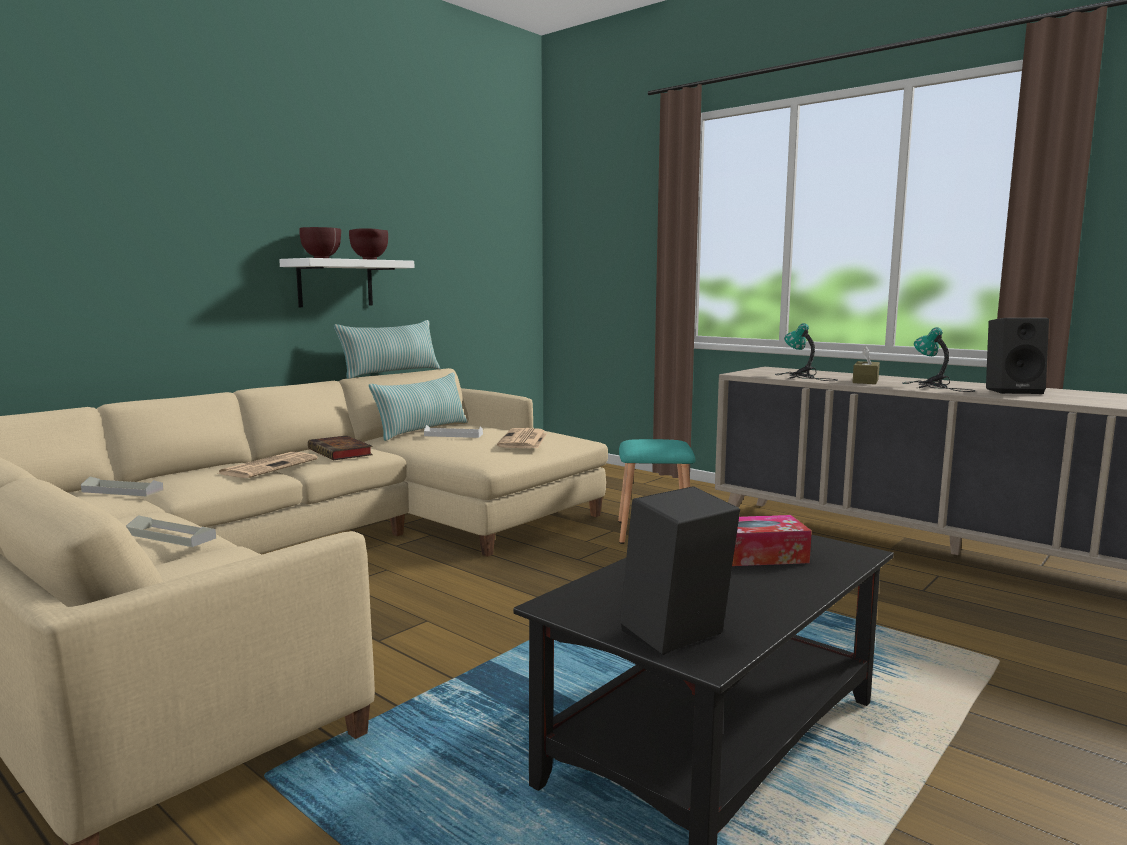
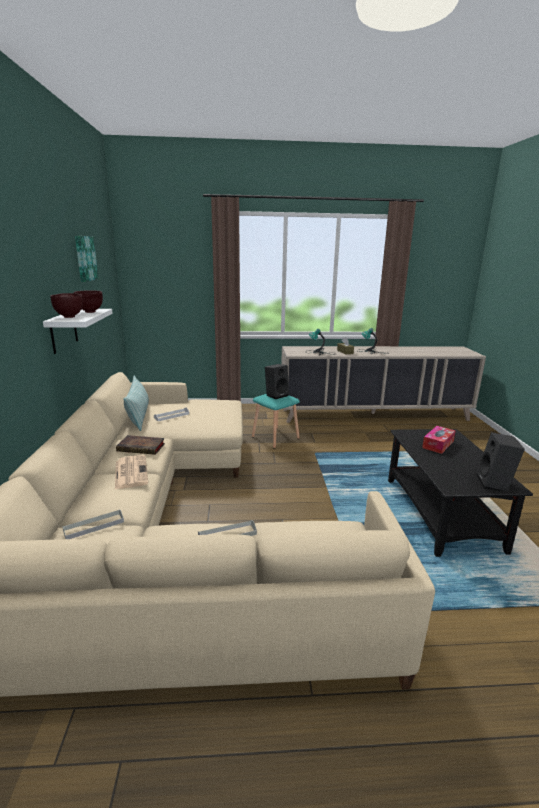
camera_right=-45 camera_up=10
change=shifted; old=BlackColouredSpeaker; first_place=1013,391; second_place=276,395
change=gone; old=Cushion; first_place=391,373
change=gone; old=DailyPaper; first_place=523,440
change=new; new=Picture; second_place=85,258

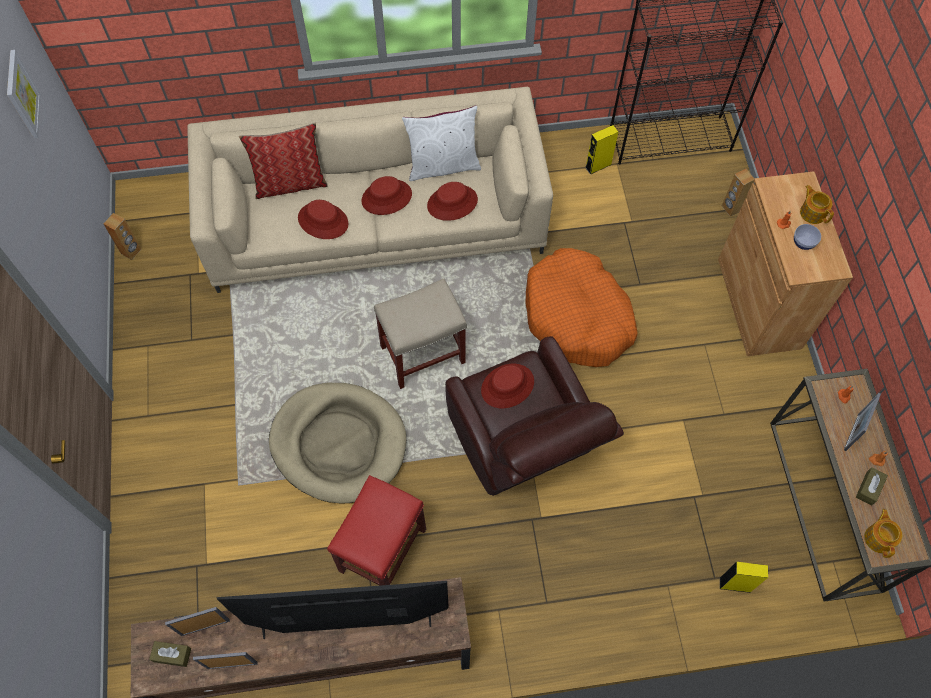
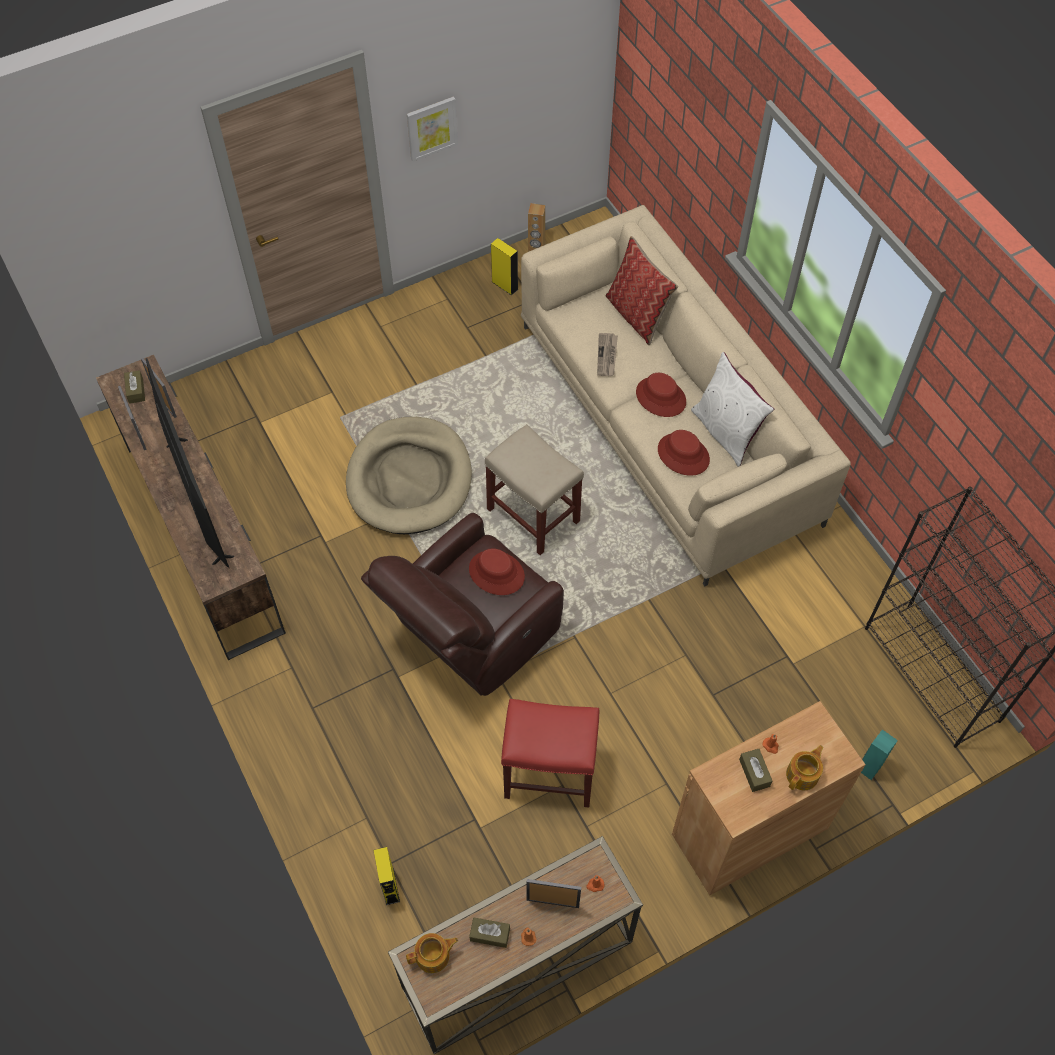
camera_right=70 camera_up=-5
change=shifted; old=Picture; first_place=22,95; second_place=431,128
change=shifted; old=YellowSpeaker; first_place=598,166; second_place=504,285
change=repainted; old=BrownColouredSpeaker; new=TurquoiseSpeaker; first_place=731,208; second_place=868,767
change=swapped; old=ReddishWearableHat; new=DailyPaper; first_place=323,221; second_place=607,356
change=swapped; old=DeepDish; new=BrownColouredTissueBox; first_place=803,243; second_place=754,773
change=gone; old=OrangeyDogCushion; first_place=577,317
change=shifted; old=ReddishStoolSeat; first_place=382,551; second_place=548,773

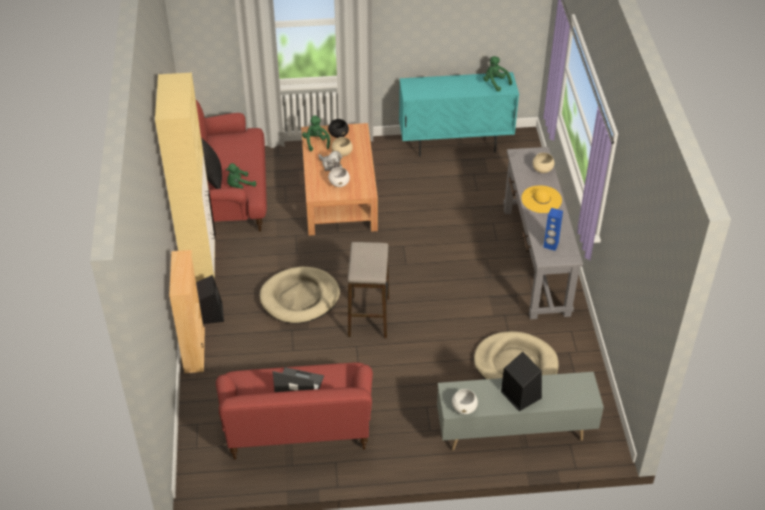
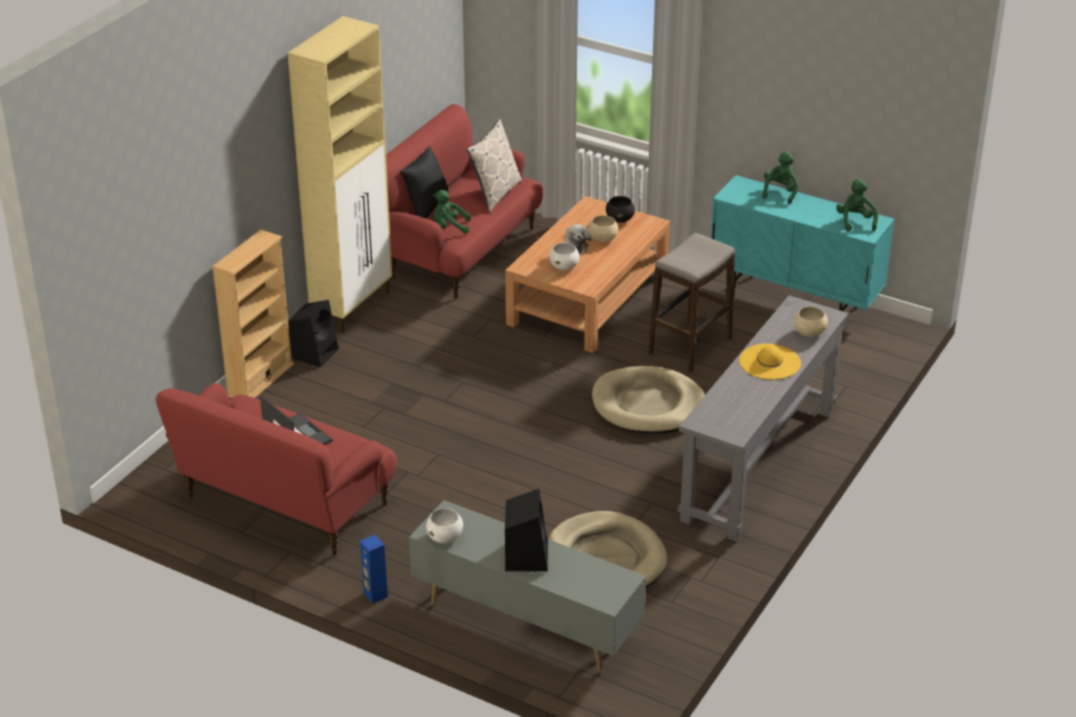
camera_right=35 camera_up=-10
change=shifted; old=GreenColouredCuddlyToy; first_place=316,142; second_place=780,192
change=shifted; old=BluishSpeaker; first_place=550,245; second_place=375,595
change=shifted; old=StoolSeat; first_place=368,317; second_place=689,346
change=shifted; old=BeigeDogCushion; first_place=300,298; second_place=648,405
change=new; new=Cushion; second_place=495,194

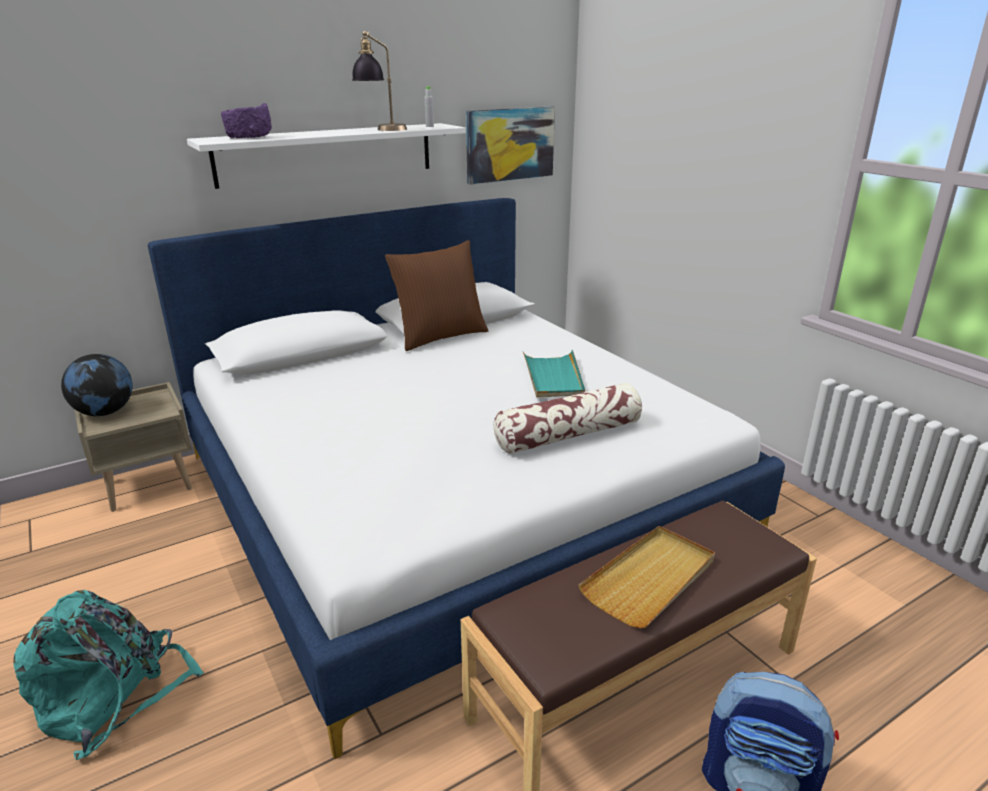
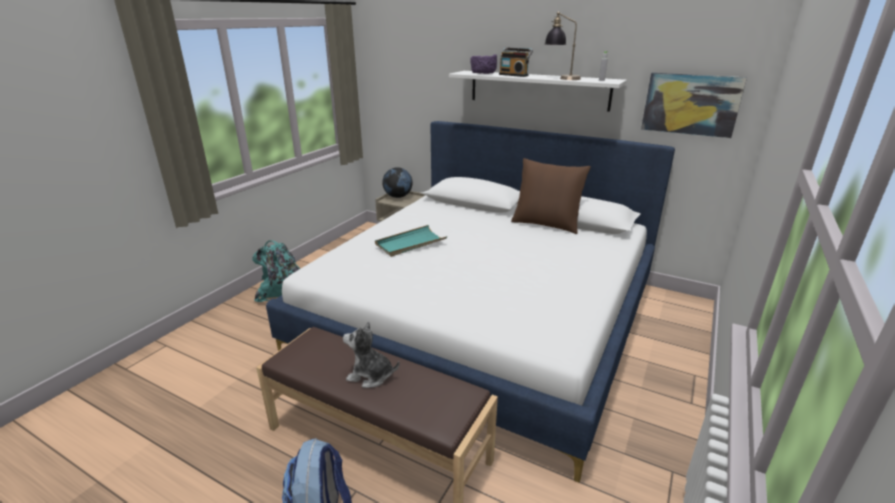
camera_right=60 camera_up=0
change=shifted; old=TurquoiseServingTray; first_place=553,377; second_place=410,243
change=gone; old=Cushion; first_place=568,435
change=swapped; old=BeigeServingTray; new=CuddlyToy; first_place=650,579; second_place=370,375
change=new; new=RadioReceiver; second_place=514,75

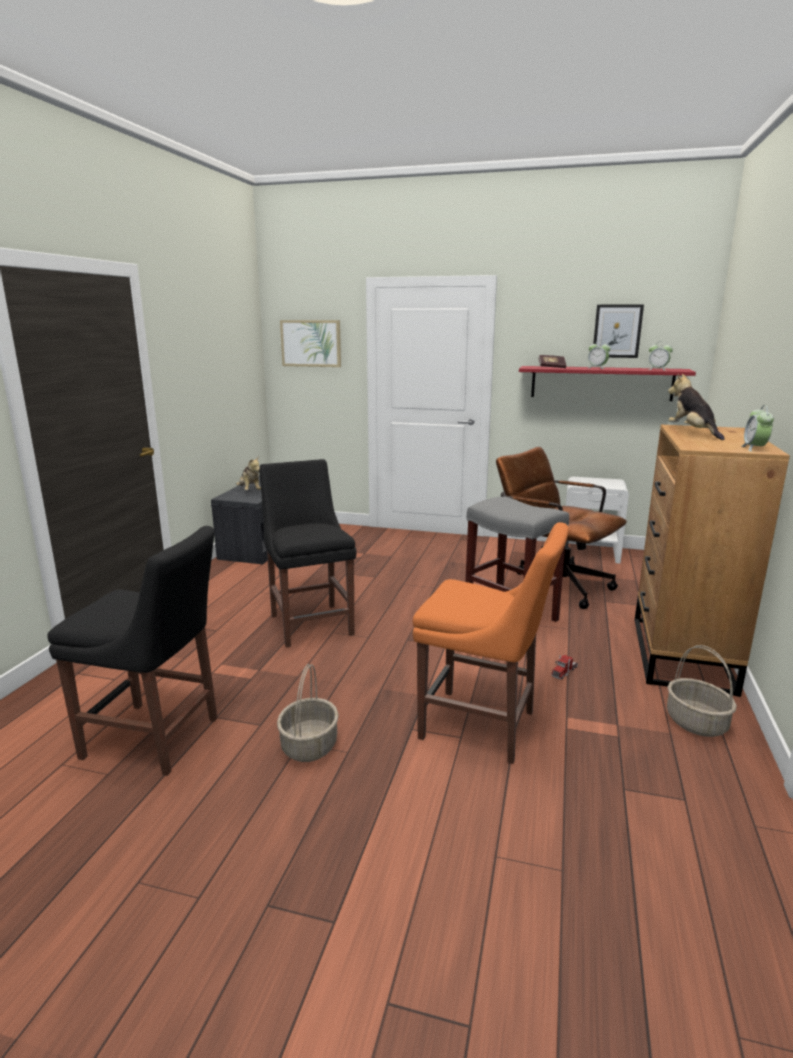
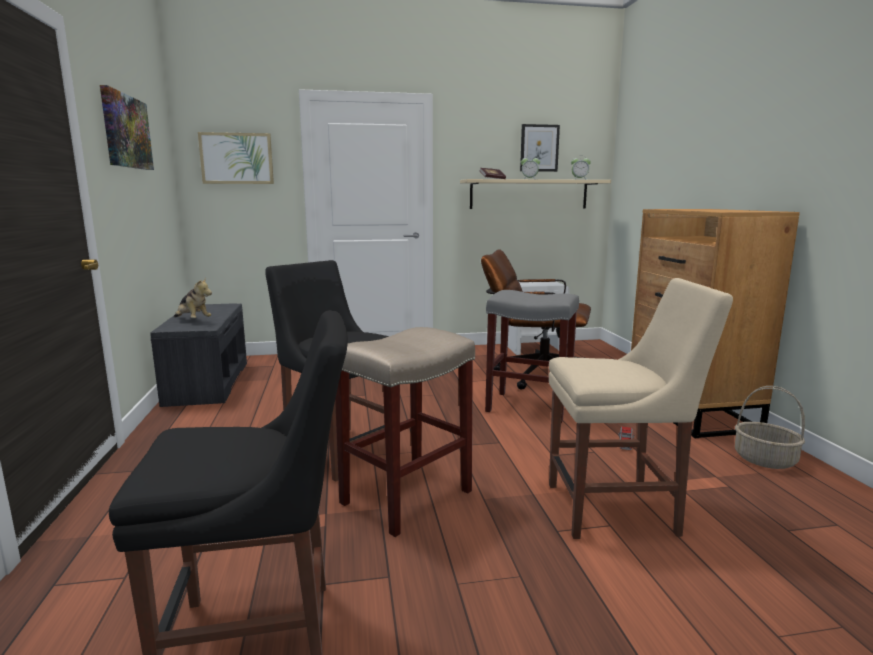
camera_right=-25 camera_up=-5
change=repainted; old=ReddishShelf; new=BeigeShelf; first_place=601,383; second_place=529,194
change=gone; old=CuddlyToy; first_place=692,433
change=gone; old=BedsideClock; first_place=754,449
change=repainted; old=OrangeyUprightChair; new=BeigeUprightChair; first_place=483,726; second_place=618,509
change=gone; old=StorageBasket; first_place=309,745
change=new; new=Picture; second_place=126,131
change=new; new=BeigeStoolSeat; second_place=407,496

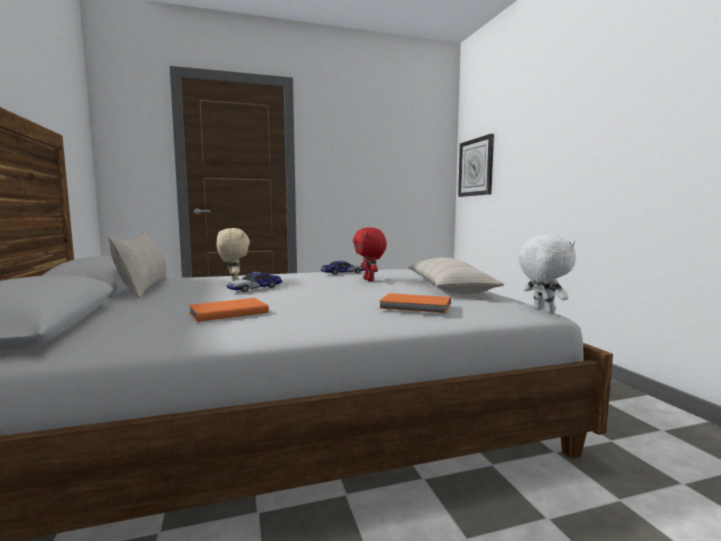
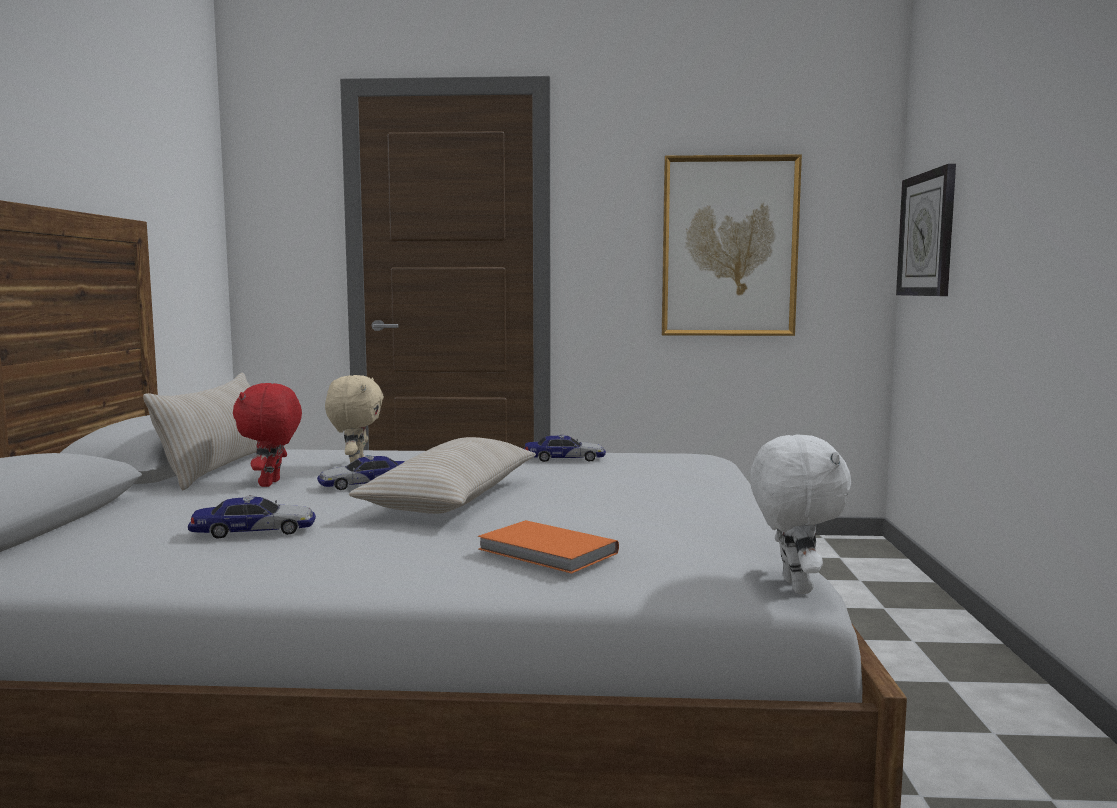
camera_right=20 camera_up=0
change=shifted; old=ReddishCuddlyToy; first_place=369,280; second_place=271,484
change=shifted; old=BeigeCushion; first_place=448,289; second_place=453,498
change=swapped; old=OrangeyVolume; new=ModelCar; first_place=227,312; second_place=254,531
change=new; new=Picture; second_place=729,247

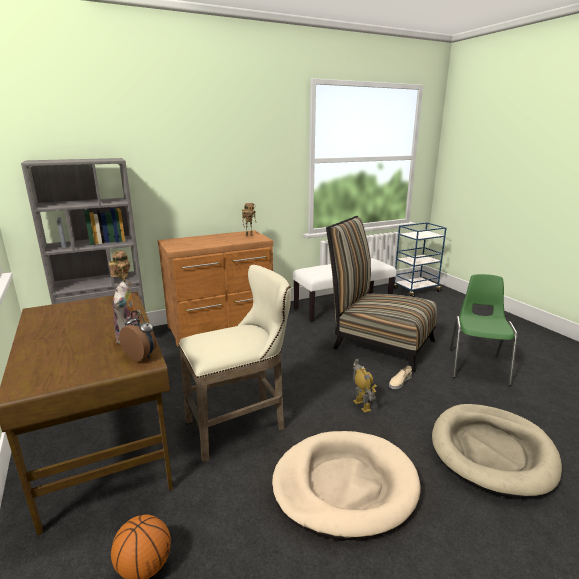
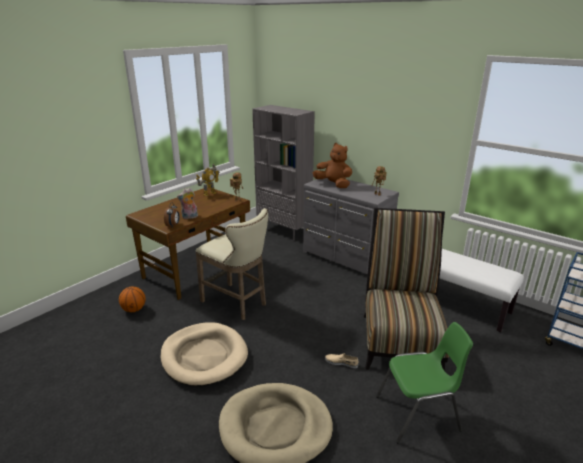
camera_right=65 camera_up=5
change=repainted; old=BrownColouredChestOfDrawers; new=GreyishChestOfDrawers; first_place=222,327; second_place=345,258
change=shifted; old=ToyRobot; first_place=362,405; second_place=209,194
change=new; new=BrownColouredCuddlyToy; second_place=333,184

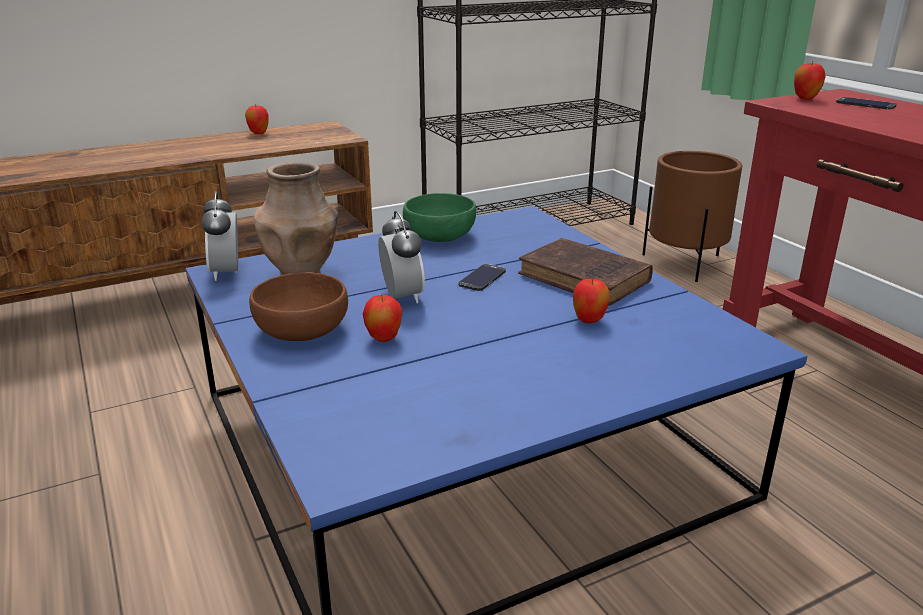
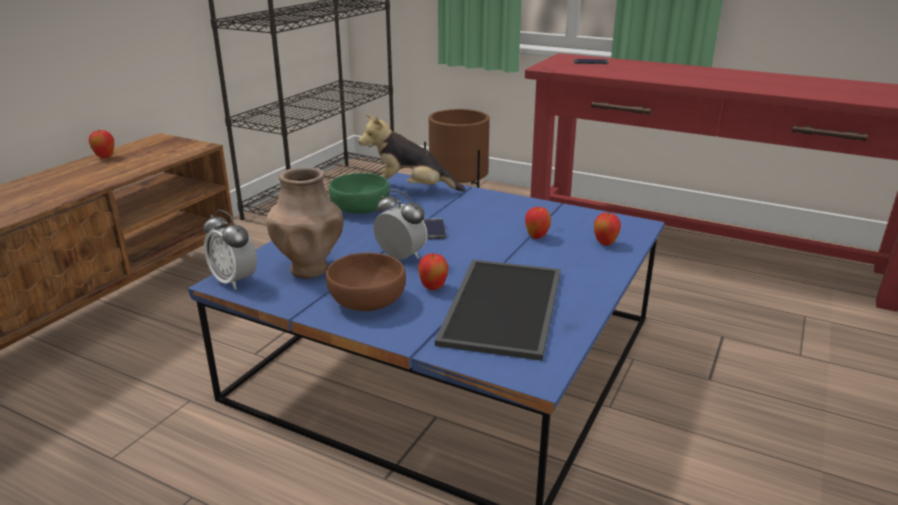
camera_right=-35 camera_up=0
change=shifted; old=Apple; first_place=805,99; second_place=605,243
change=gone; old=BrownColouredVolume; first_place=587,278
change=new; new=CuddlyToy; second_place=410,190
change=new; new=ServingTray; second_place=505,308

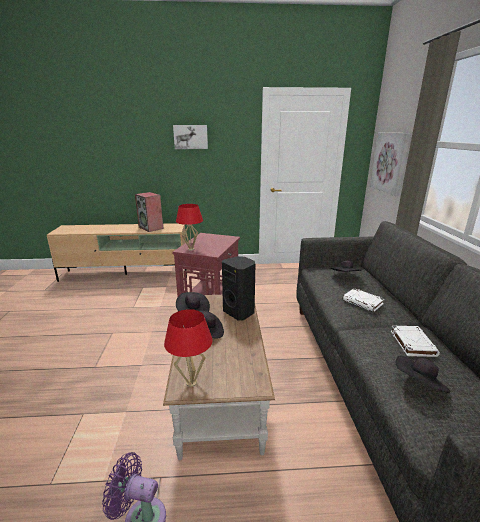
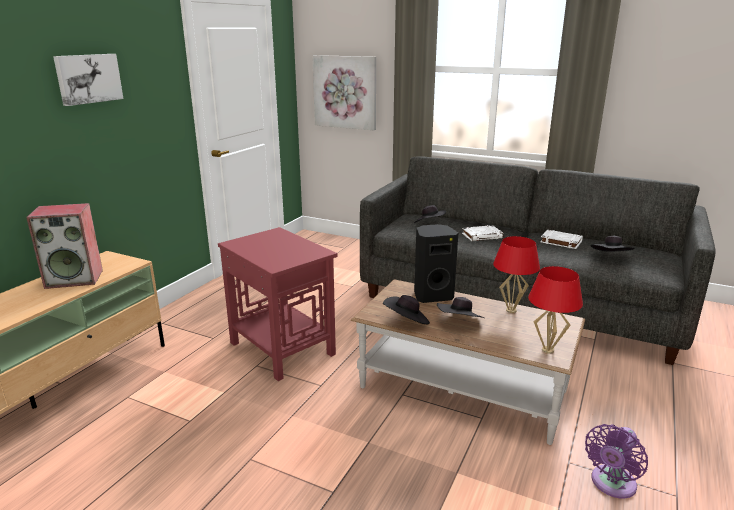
camera_right=-60 camera_up=0
change=shifted; old=ReddishLampForATable; first_place=191,249; second_place=511,310

